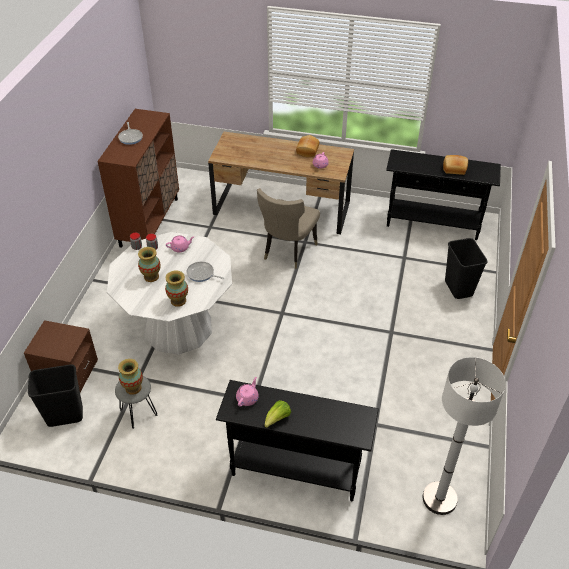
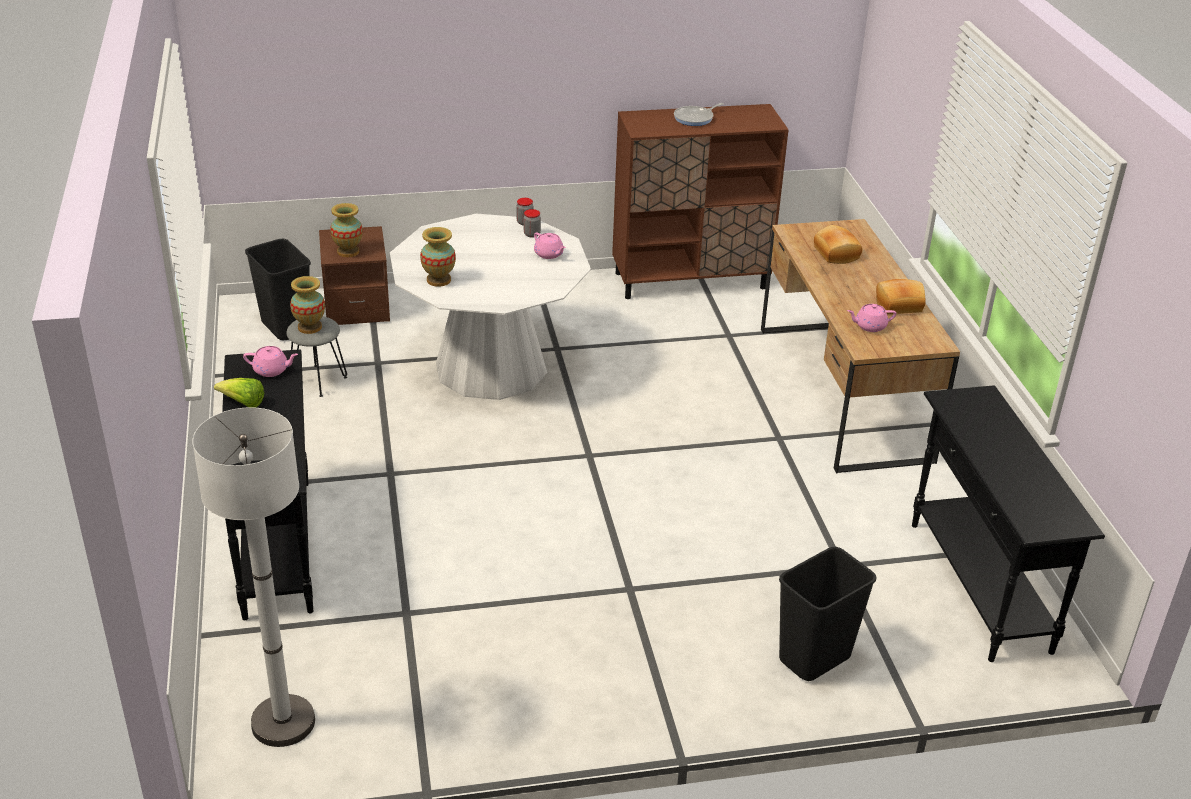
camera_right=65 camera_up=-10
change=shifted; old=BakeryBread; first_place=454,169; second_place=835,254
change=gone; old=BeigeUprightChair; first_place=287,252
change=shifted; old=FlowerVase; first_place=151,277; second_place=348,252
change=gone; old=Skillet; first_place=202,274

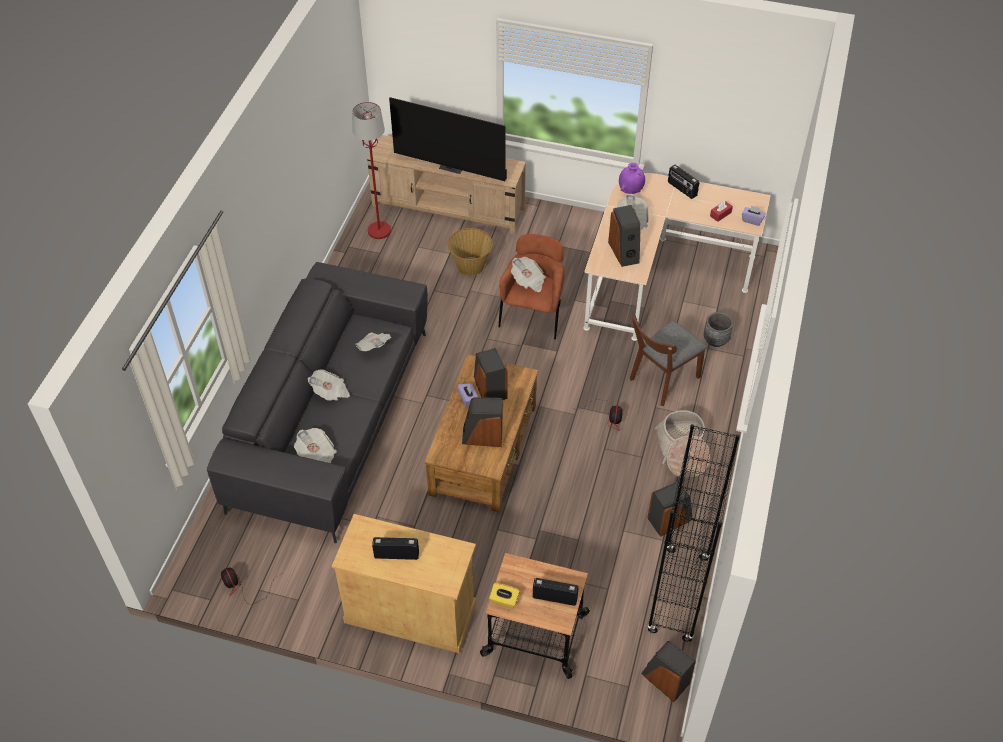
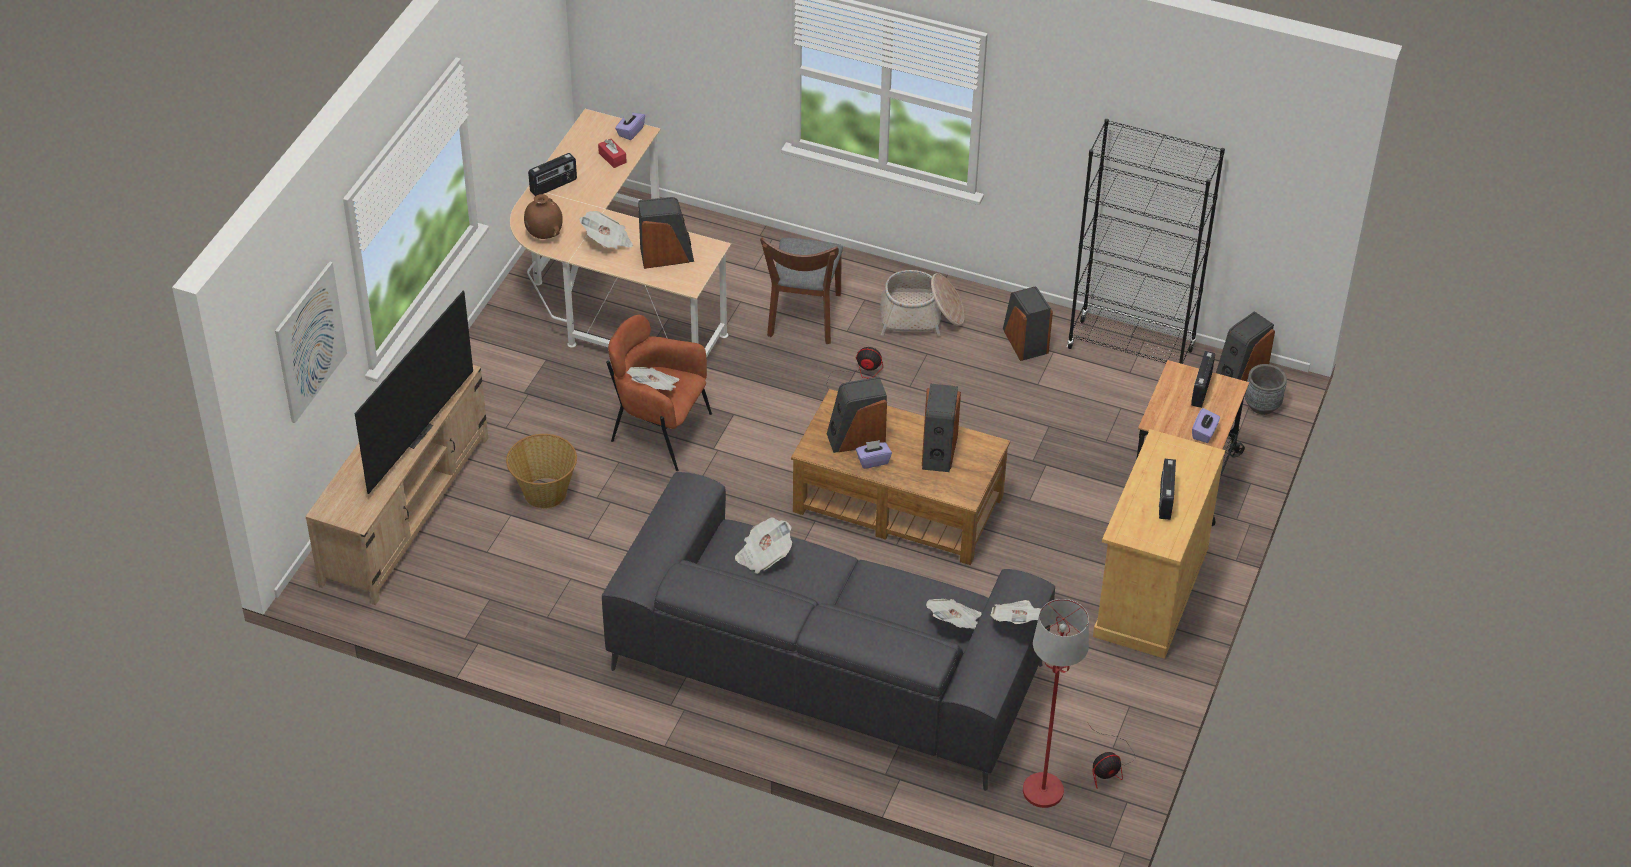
camera_right=-85 camera_up=-5
change=shifted; old=ReddishStandingLamp; first_place=379,230; second_place=1042,791
change=repainted; old=PurplishFlowerVase; new=BrownColouredFlowerVase; first_place=630,190; second_place=544,234
change=shifted; old=GreyishPlantPot; first_place=715,340; second_place=1262,405
change=rotated; old=BrownColouredUprightChair; first_place=661,381; second_place=803,319; degrees=45
change=shifted; old=DailyPaper; first_place=330,392; second_place=1017,622
change=repainted; old=YellowTissueBox; new=PurplishTissueBox; first_place=504,600; second_place=1204,433
change=new; new=Picture; second_place=310,342

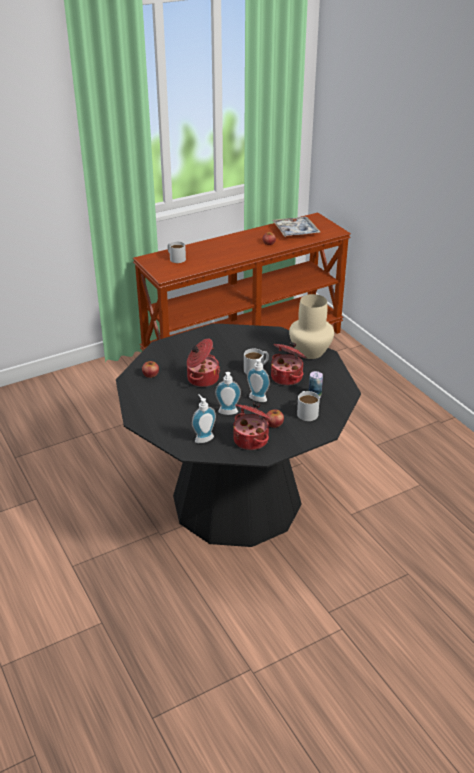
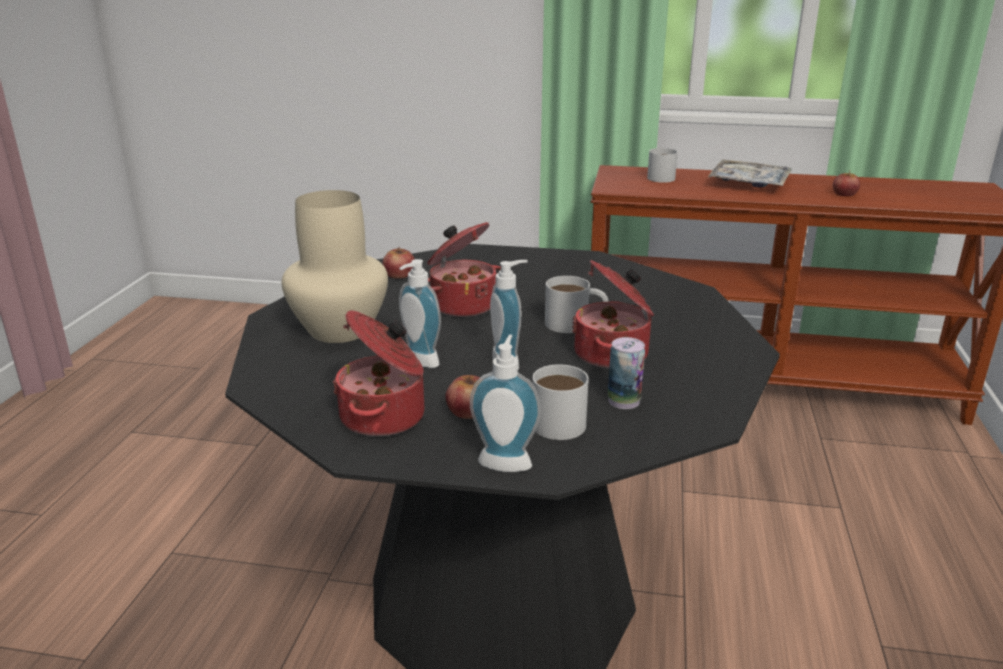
camera_right=40 camera_up=-10
change=shifted; old=ServingTray; first_place=295,231; second_place=749,183
change=shifted; old=BeigeFlowerVase; first_place=310,352; second_place=338,330
change=shifted; old=SoapBottle; first_place=203,438; second_place=506,460

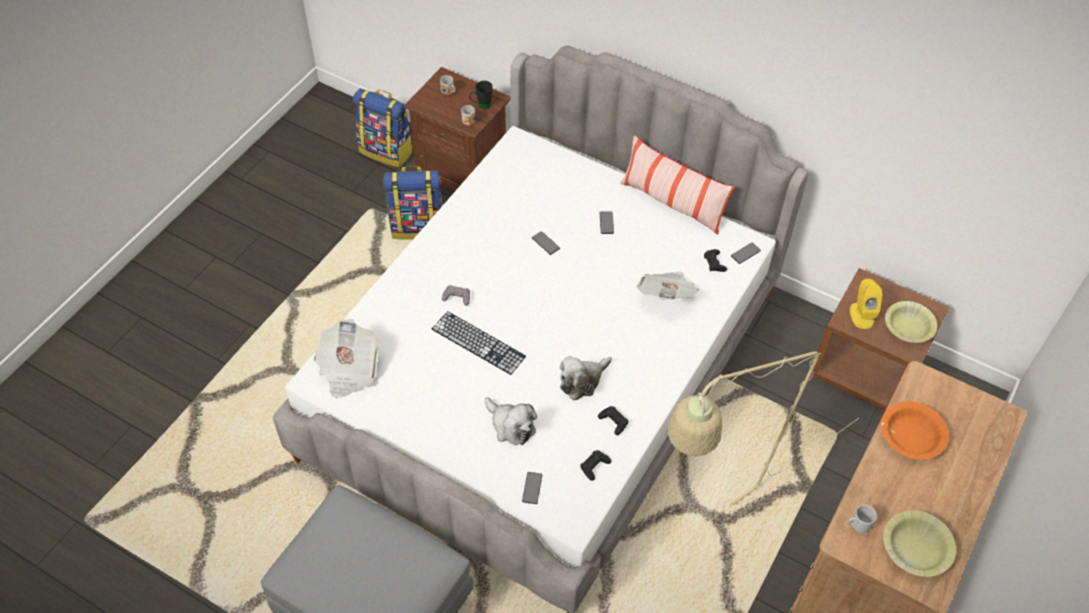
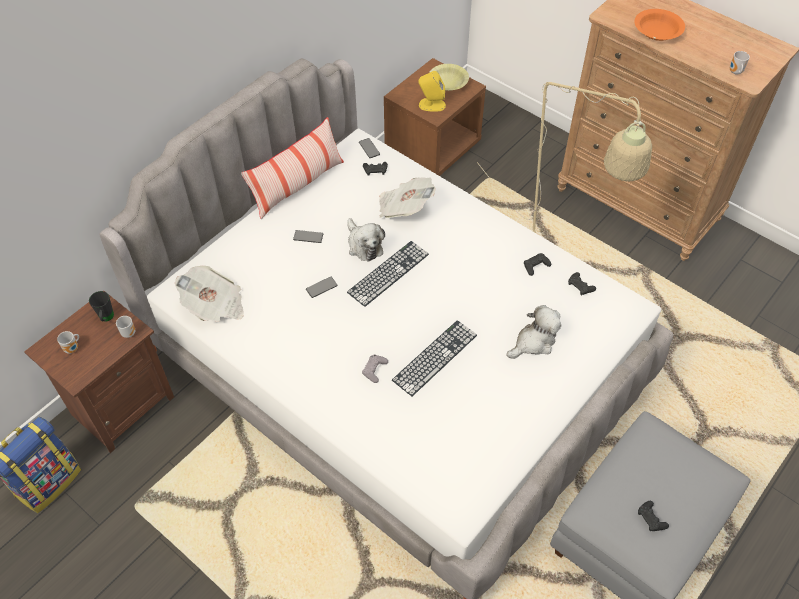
camera_right=-80 camera_up=0
change=gone; old=Rucksack; first_place=417,226
change=shifted; old=DailyPaper; first_place=348,370; second_place=214,306
change=shifted; old=CuddlyToy; first_place=582,381; second_place=364,245
change=gone; old=Telephone; first_place=532,488
change=gone; old=YellowDeepDish; first_place=915,548
change=new; new=ComputerKeyboard; second_place=388,273
change=new; new=BlackColouredJoypad; second_place=651,518

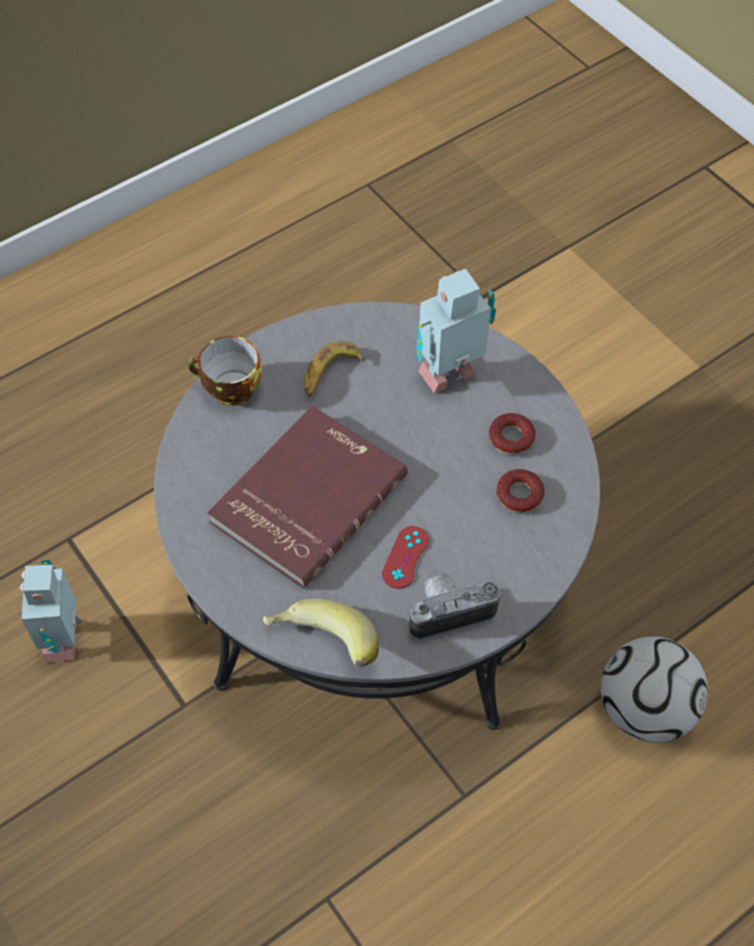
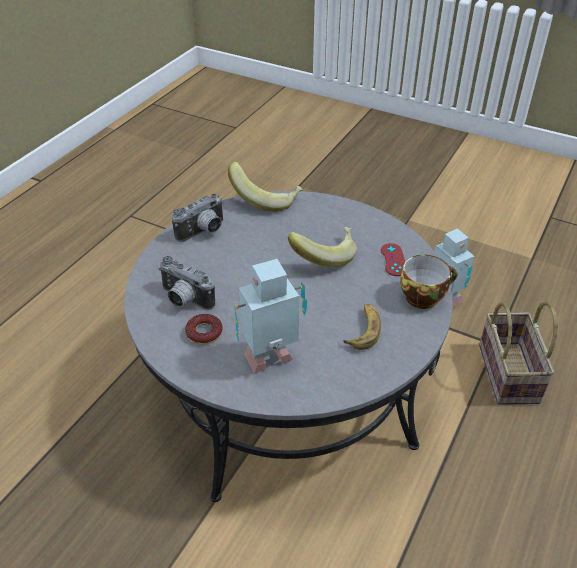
camera_right=155 camera_up=-15
change=rotated; old=ToyRobot; first_place=451,376; second_place=271,360; degrees=-150
change=swapped; old=ReddishVolume; new=WholeBanana; first_place=306,497; second_place=323,256
change=swapped; old=RingDoughnut; new=PhotoCamera; first_place=519,494; second_place=184,300
change=shifted; old=ReddishJoypad; first_place=405,557; second_place=393,260
change=gone; old=BallForFootball; first_place=644,709
change=new; new=StorageBasket; second_place=510,375

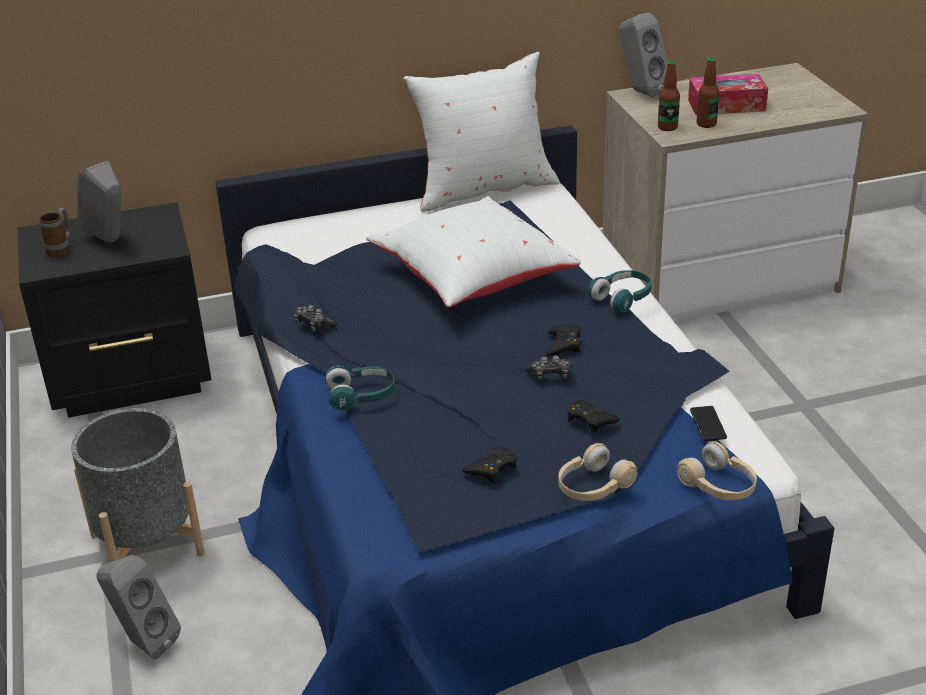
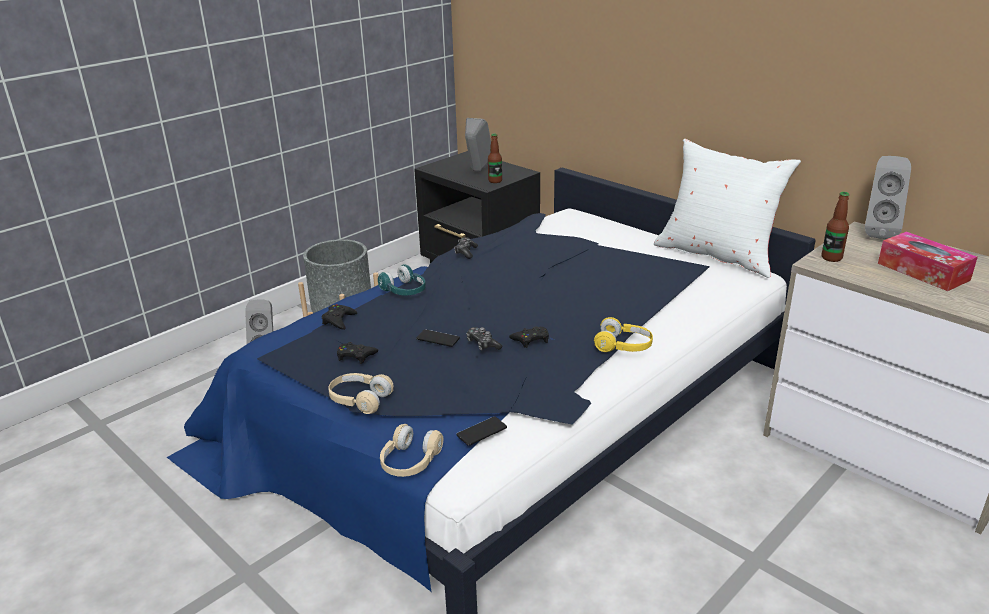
camera_right=60 camera_up=-5
change=shifted; old=Bottle; first_place=706,124; second_place=495,181
change=gone; old=WhitishCushion; first_place=471,279
change=gone; old=TeaMug; first_place=61,249
change=repainted; old=TurquoiseHeadphones; new=YellowHeadphones; first_place=622,298; second_place=623,346
change=shifted; old=BlackColouredJoypad; first_place=590,420; second_place=339,320
change=new; new=Telephone; second_place=438,339

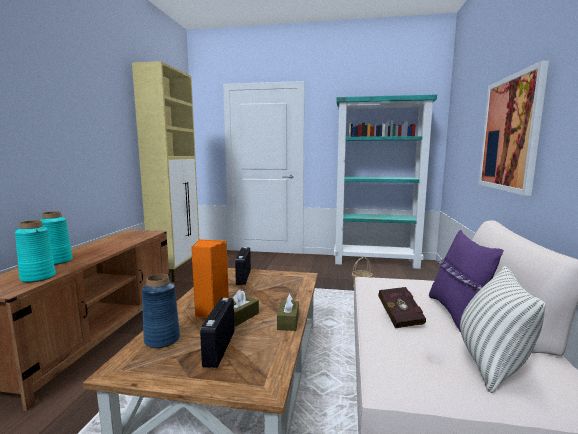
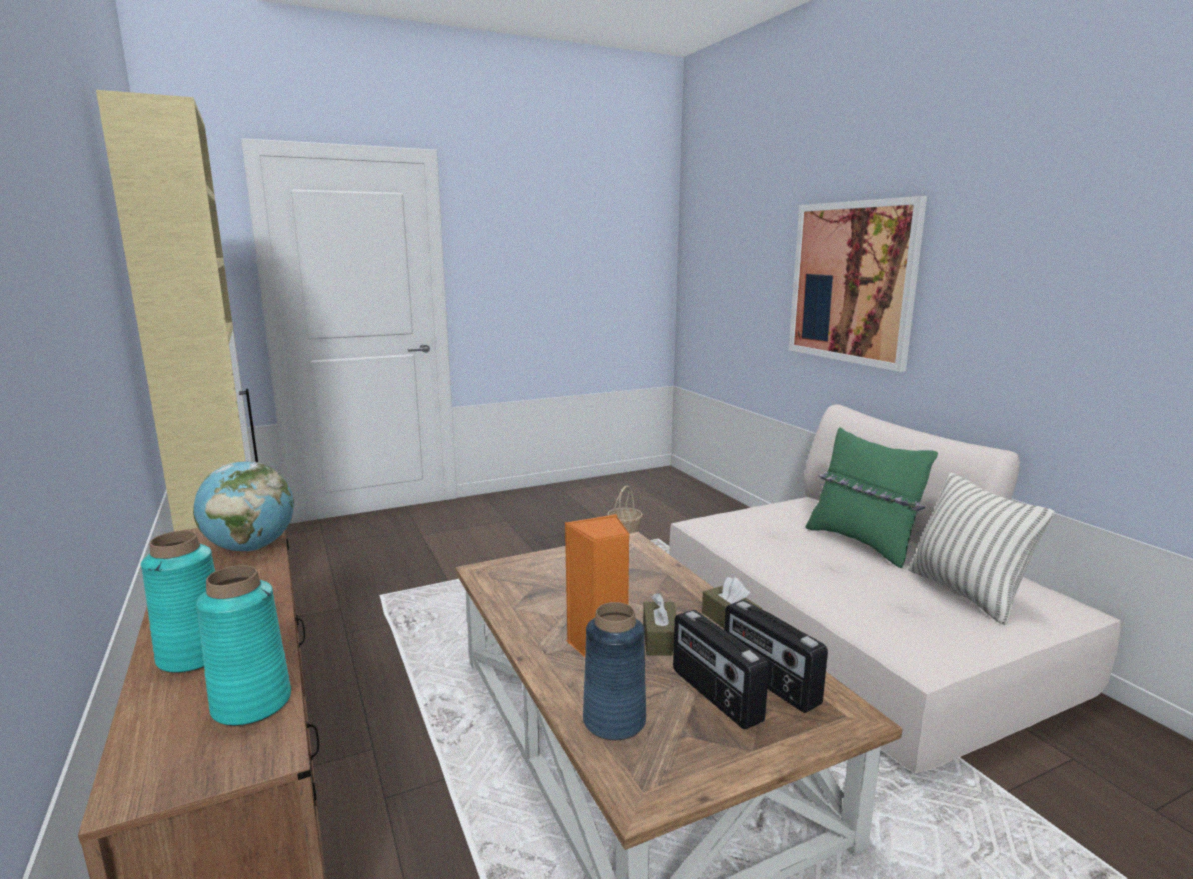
camera_right=-35 camera_up=5
change=gone; old=TurquoiseShelvingUnit; first_place=376,262
change=repainted; old=PurplishCushion; new=GreenColouredCushion; first_place=457,313; second_place=862,543
change=shifted; old=RadioReceiver; first_place=243,277; second_place=768,682
change=gone; old=ReddishVolume; first_place=399,317
change=new; new=WorldGlobe; second_place=251,548

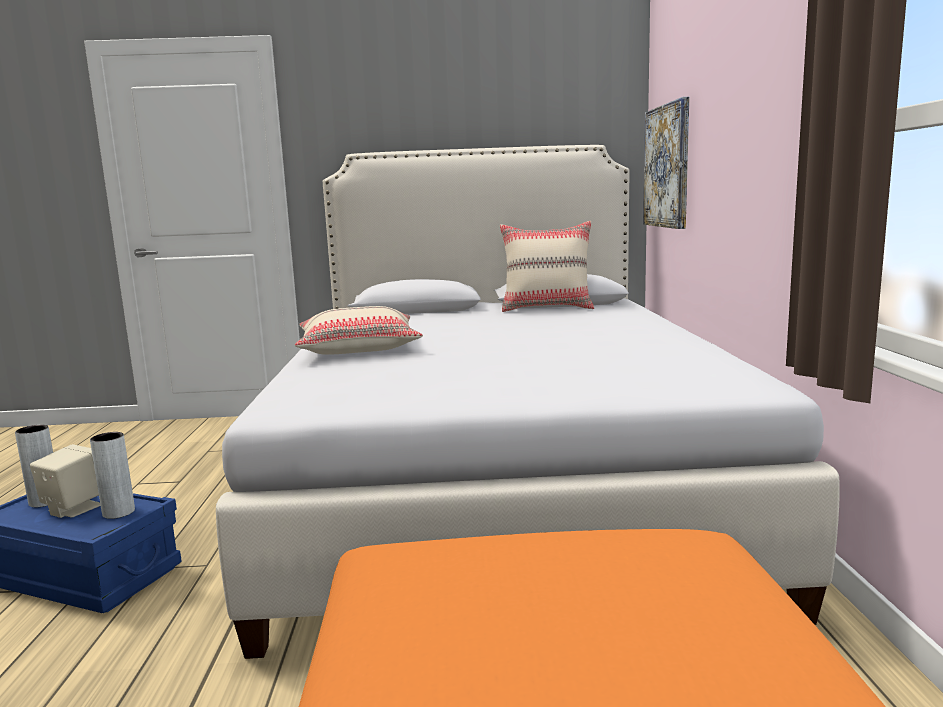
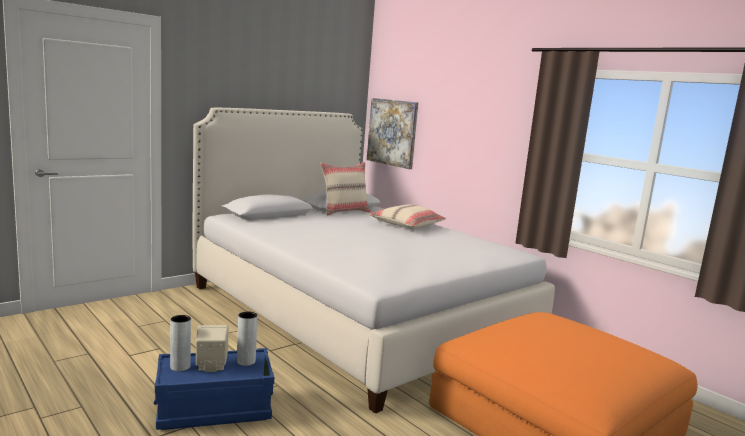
camera_right=-40 camera_up=0
change=shifted; old=BeigeCushion; first_place=359,348; second_place=407,225

